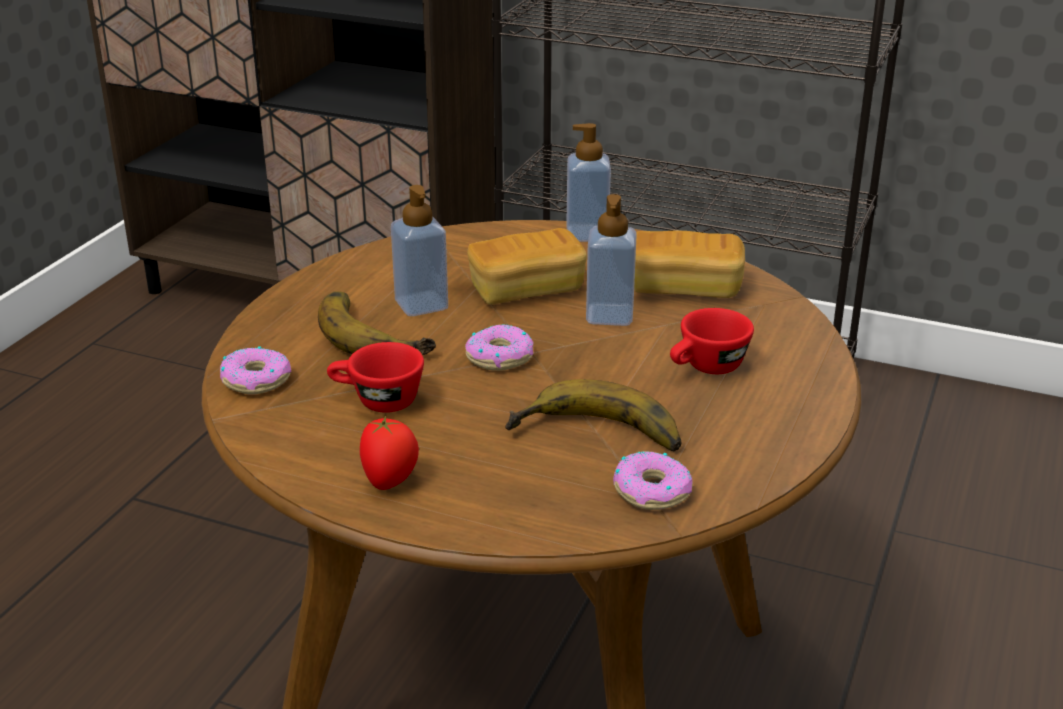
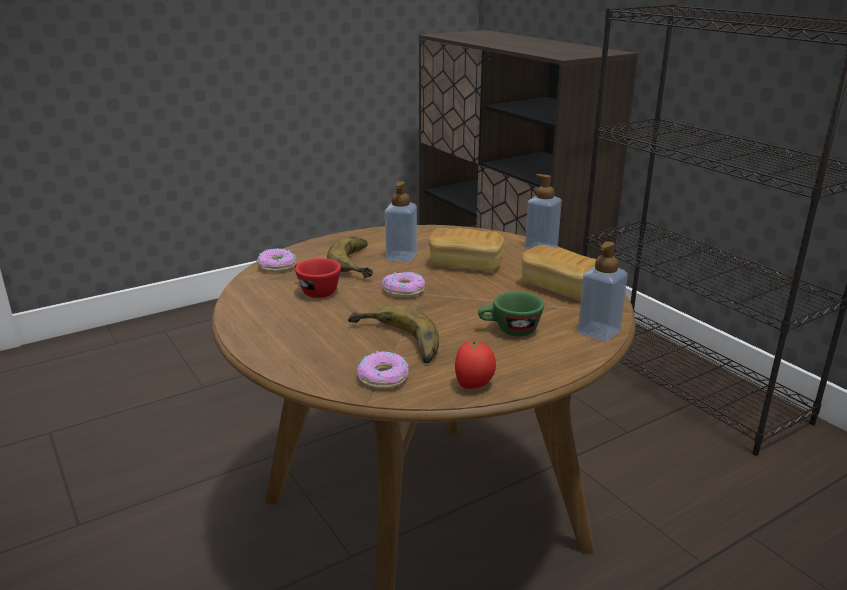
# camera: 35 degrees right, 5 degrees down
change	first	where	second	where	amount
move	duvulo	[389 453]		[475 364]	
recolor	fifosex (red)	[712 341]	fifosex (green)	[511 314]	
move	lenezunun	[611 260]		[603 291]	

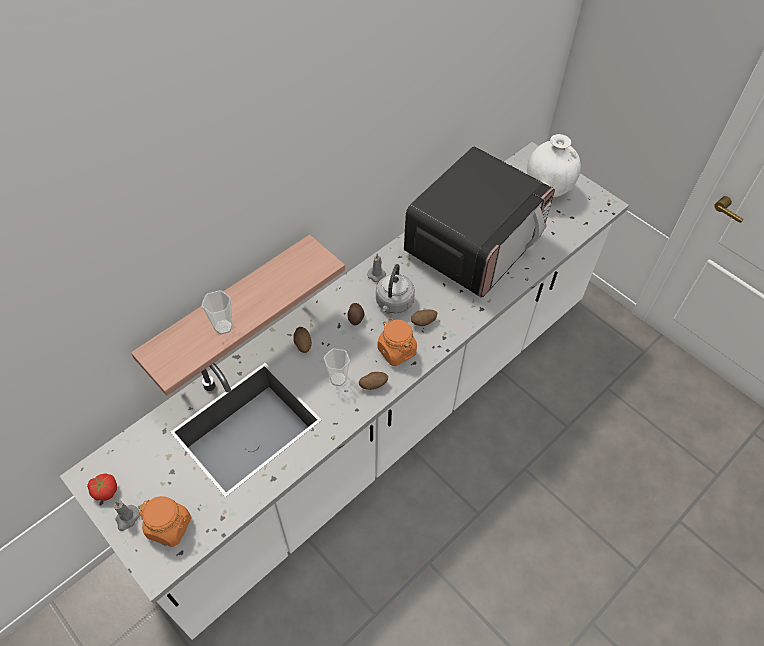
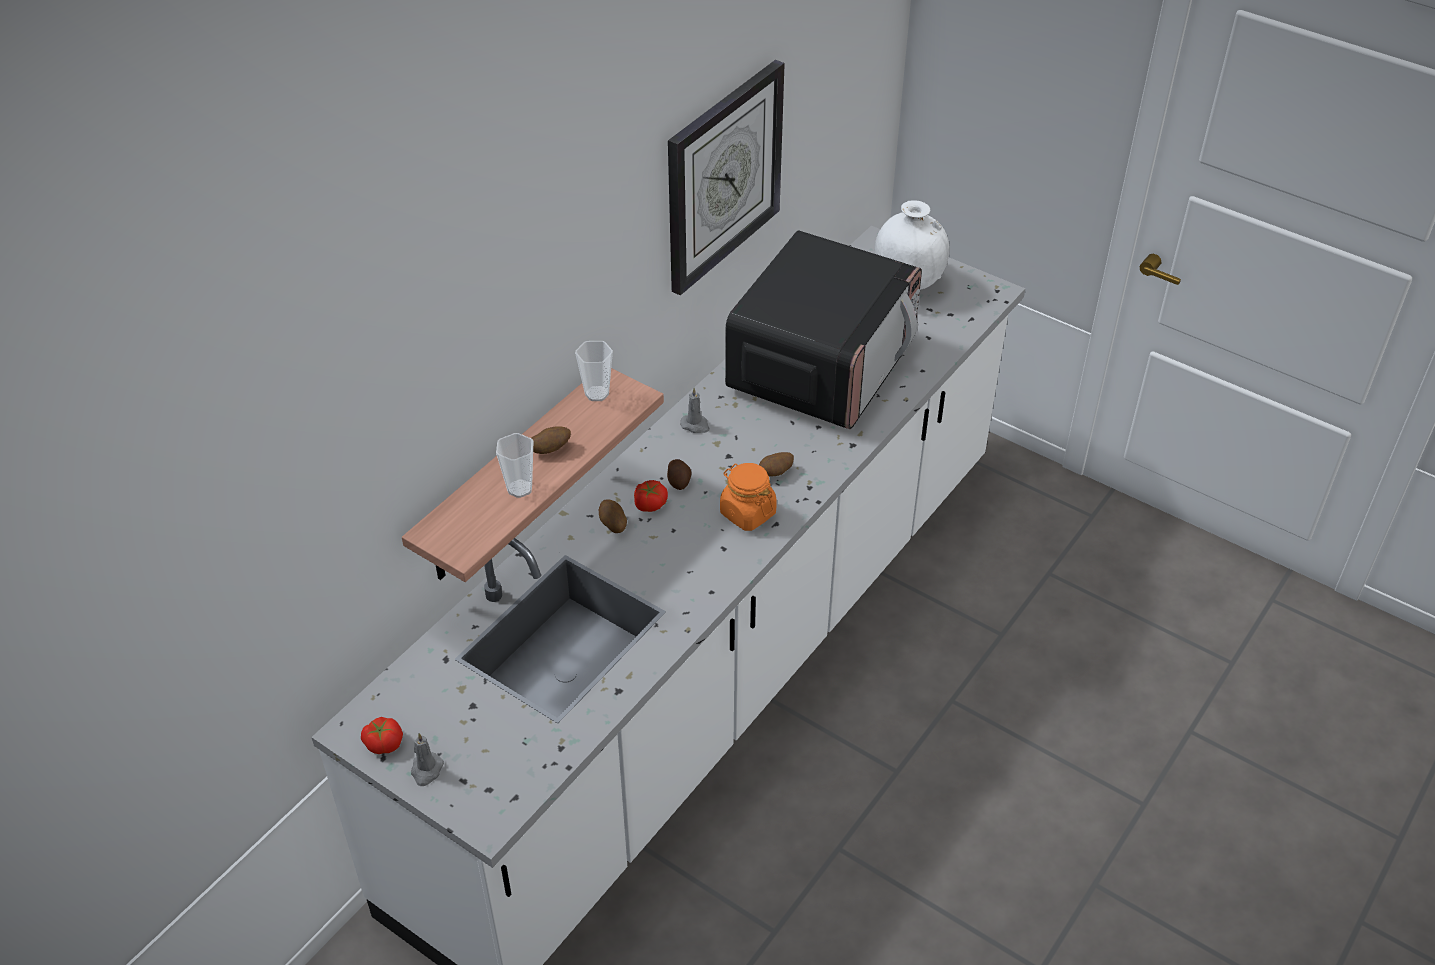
# camera: 10 degrees left, 10 degrees down
change	first	where	second	where	amount
move	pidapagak	[373 381]		[551 440]	
move	fifosex	[337 367]		[594 371]	
insert			duvulo	[651 496]	
insert			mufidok	[726 177]	
delete	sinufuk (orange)	[165 521]			
delete	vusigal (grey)	[395 288]			

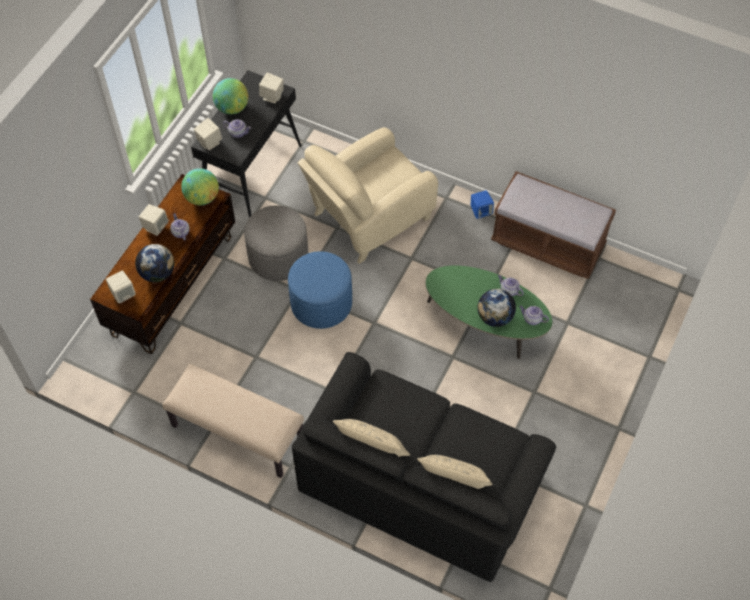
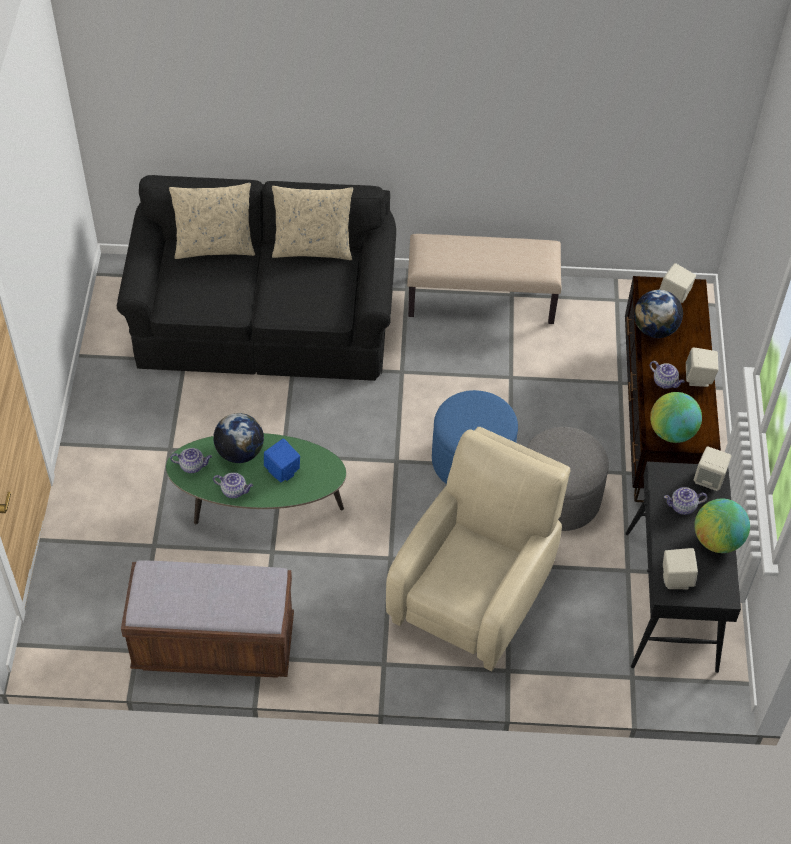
# camera: 155 degrees right, 5 degrees down
change	first	where	second	where	amount
move	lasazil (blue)	[482 204]		[282 460]	

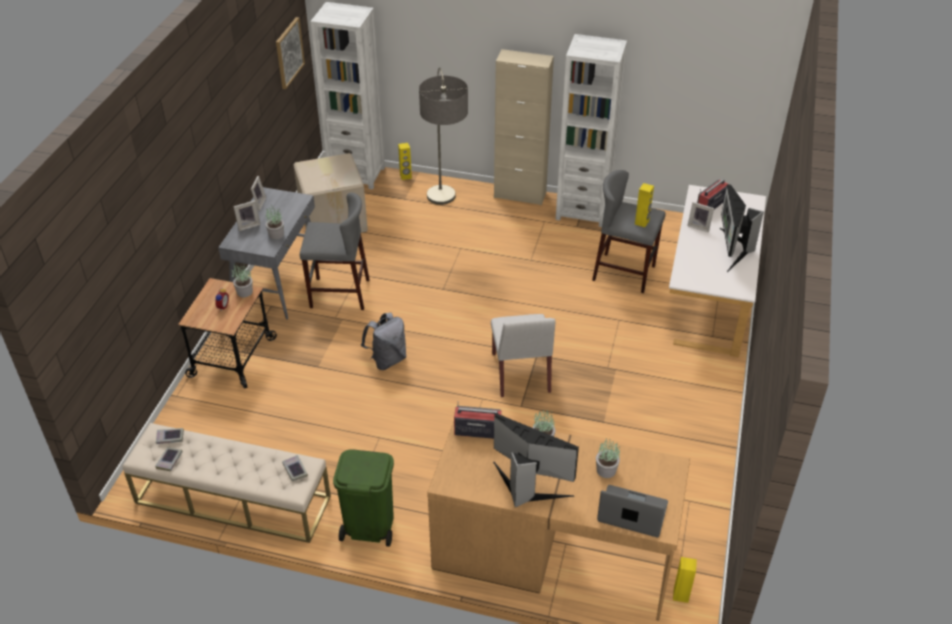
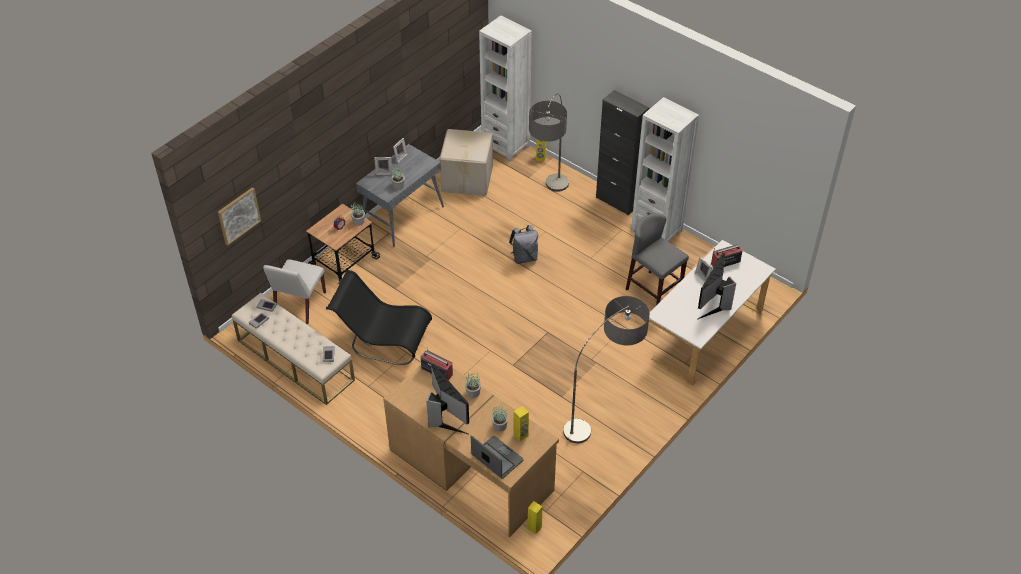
# camera: 25 degrees right, 5 degrees up
change	first	where	second	where	amount
move	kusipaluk	[290 53]		[239 216]	
move	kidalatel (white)	[523 355]		[294 291]	
insert			kidalatel (black)	[379 317]	
move	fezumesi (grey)	[384 341]		[523 244]	
move	lasazil (yellow)	[644 205]		[521 423]	
insert			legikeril	[606 369]	
recolor	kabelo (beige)	[524 127]	kabelo (black)	[622 152]	
delete	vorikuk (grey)	[335 251]			
delete	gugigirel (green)	[363 498]			

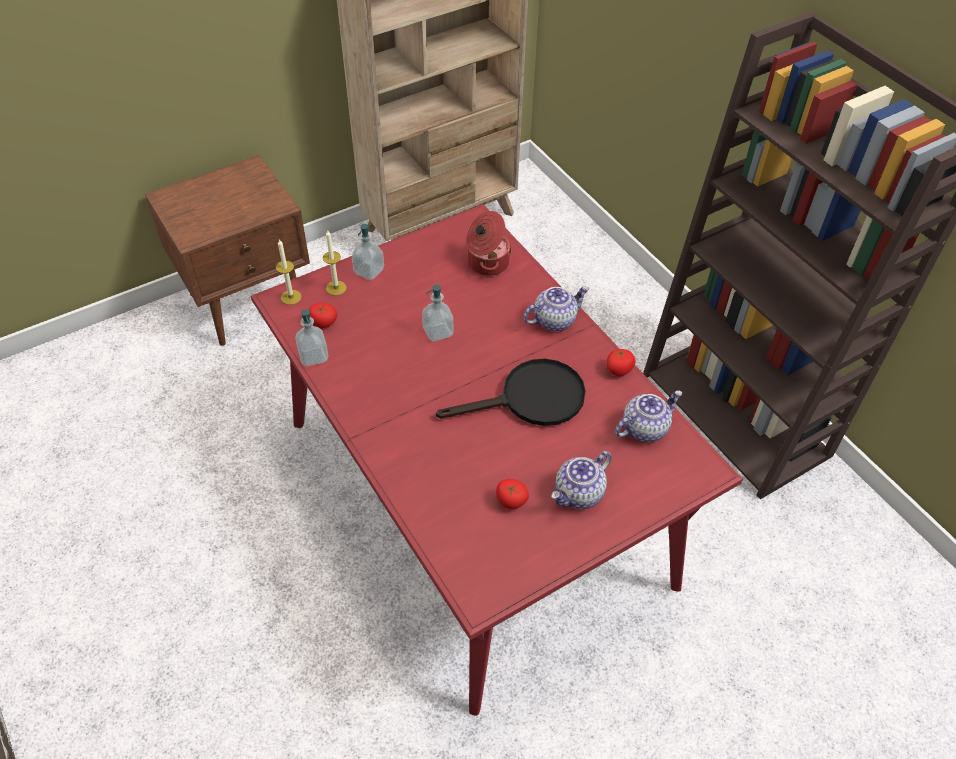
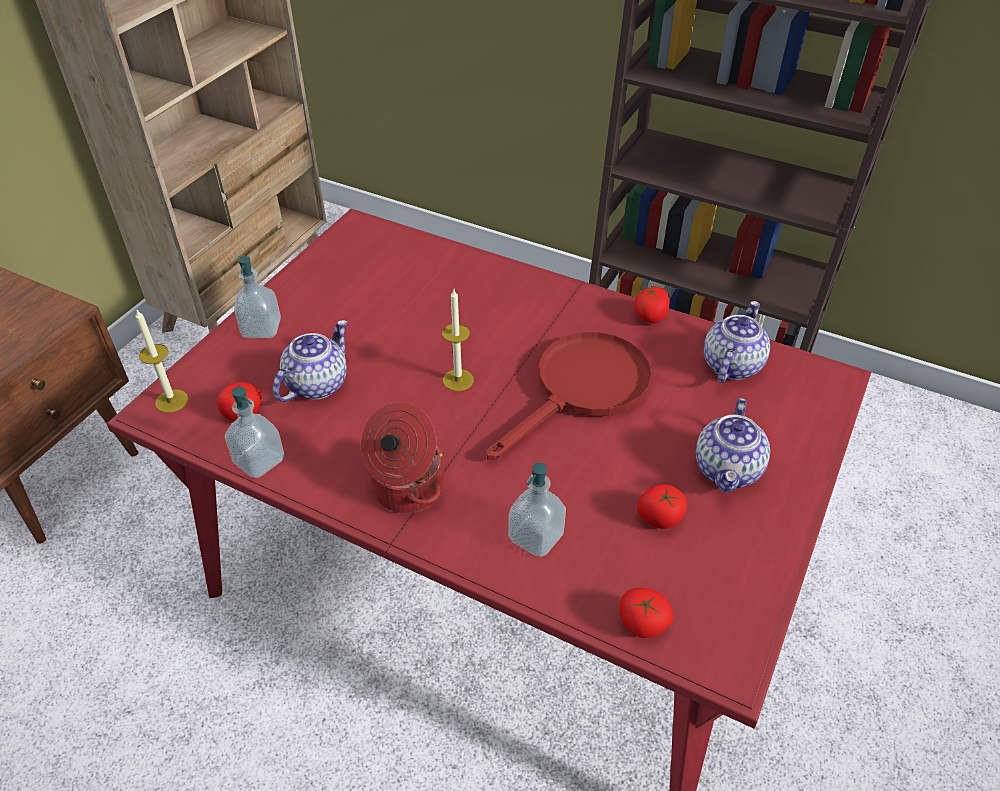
# camera: 30 degrees left, 5 degrees down
change	first	where	second	where	amount
move	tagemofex	[556 308]		[310 361]	
move	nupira	[489 243]		[403 457]	
move	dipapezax	[335 263]		[458 340]	
recolor	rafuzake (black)	[511 392]	rafuzake (red)	[569 396]	
move	lenezunun	[437 313]		[537 510]	
insert			duvulo	[646 613]	

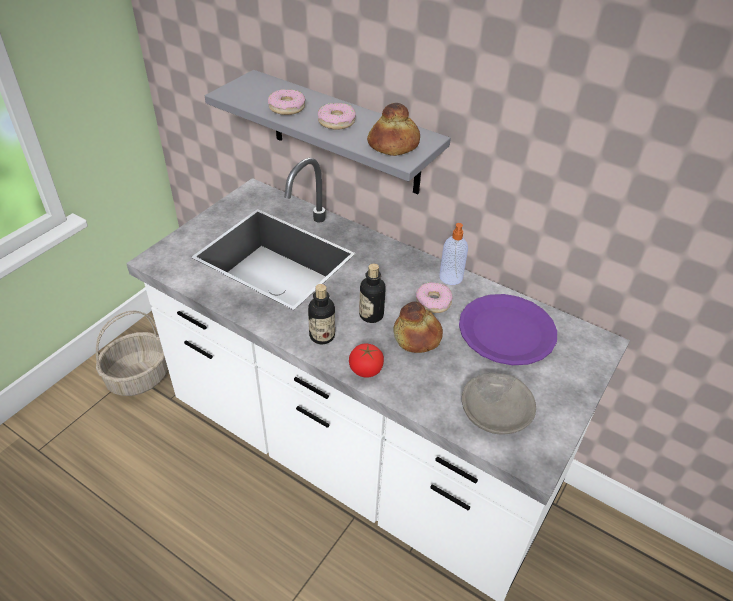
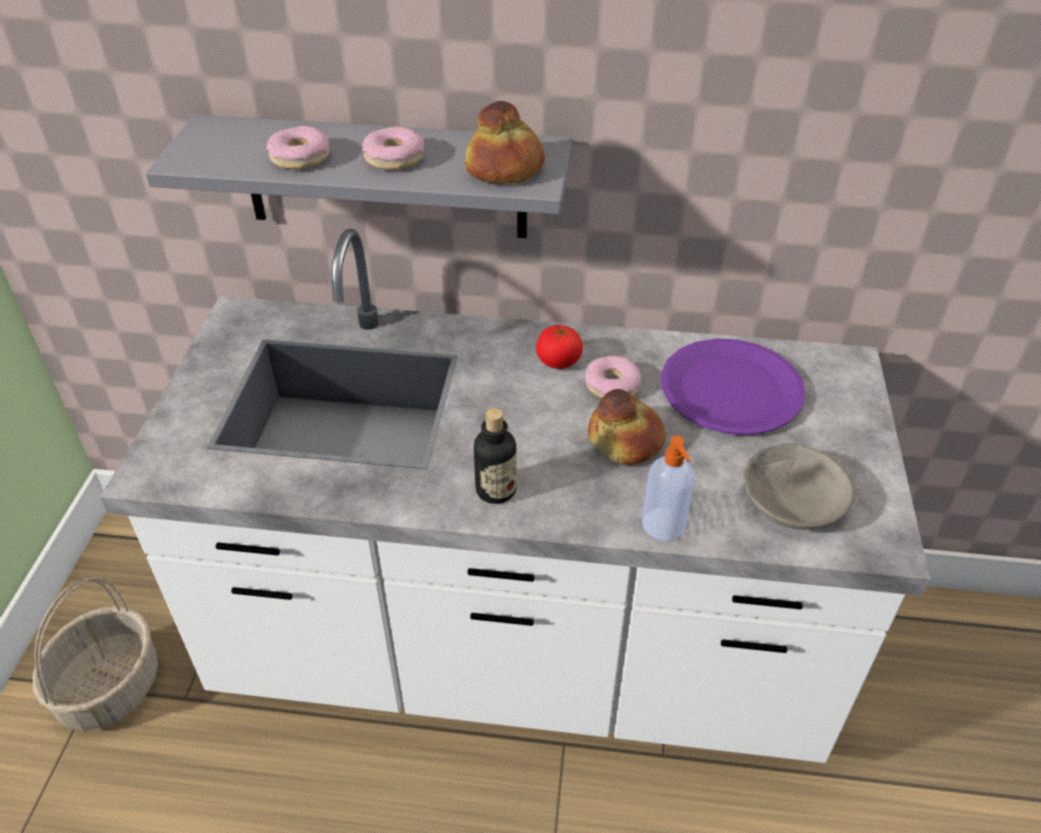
# camera: 25 degrees left, 0 degrees up
change	first	where	second	where	amount
move	duvulo	[366 361]		[559 347]	
move	lenezunun	[453 254]		[668 488]	
delete	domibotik	[372 293]			

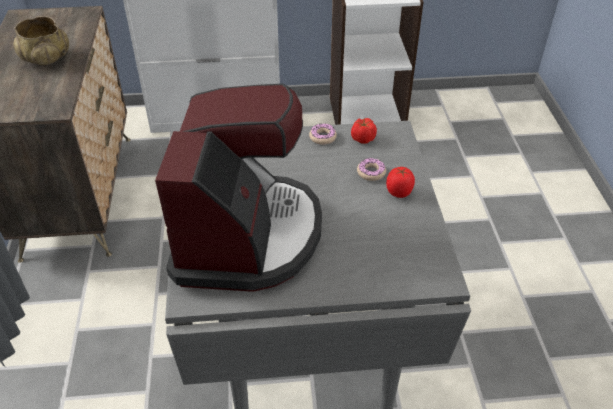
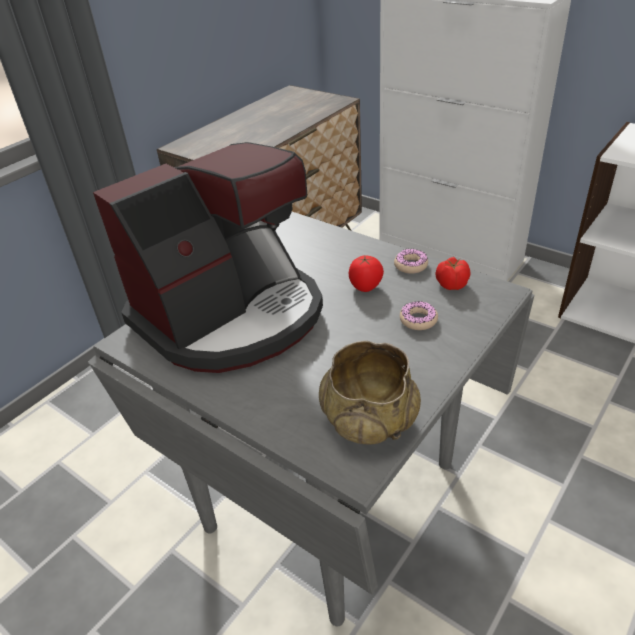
# camera: 45 degrees right, 5 degrees down
change	first	where	second	where	amount
move	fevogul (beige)	[41 40]		[370 392]	
move	duvulo	[400 182]		[366 273]	

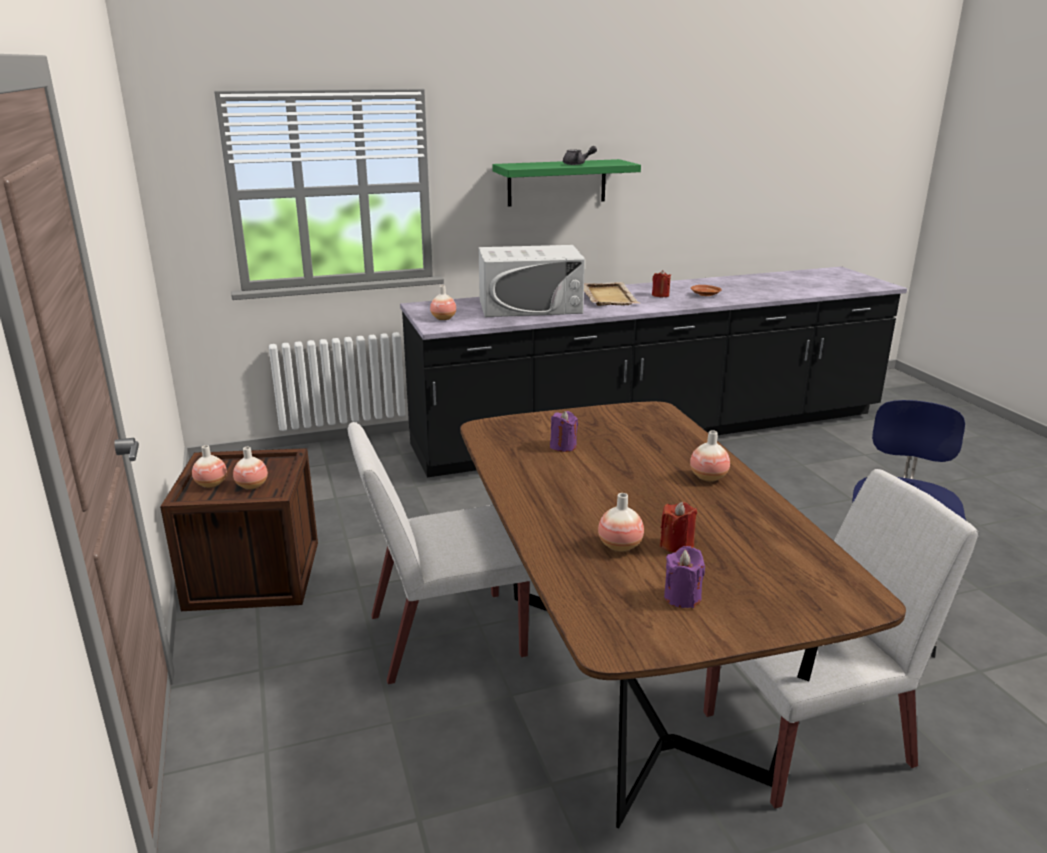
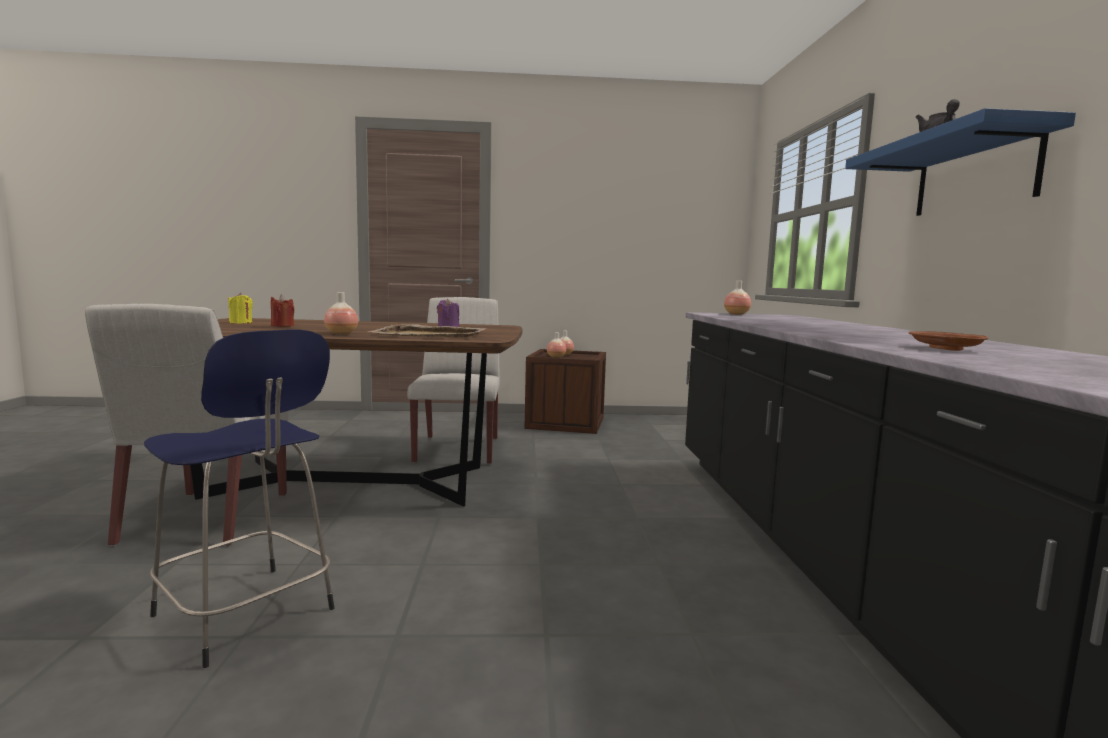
# camera: 105 degrees right, 15 degrees down
change	first	where	second	where	amount
recolor	dipapezax (purple)	[684 577]	dipapezax (yellow)	[240 308]	
move	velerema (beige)	[611 294]		[428 330]	
recolor	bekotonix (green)	[566 183]	bekotonix (blue)	[960 162]	
delete	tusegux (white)	[531 281]			
delete	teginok	[621 522]			
delete	dipapezax (red)	[661 283]			

